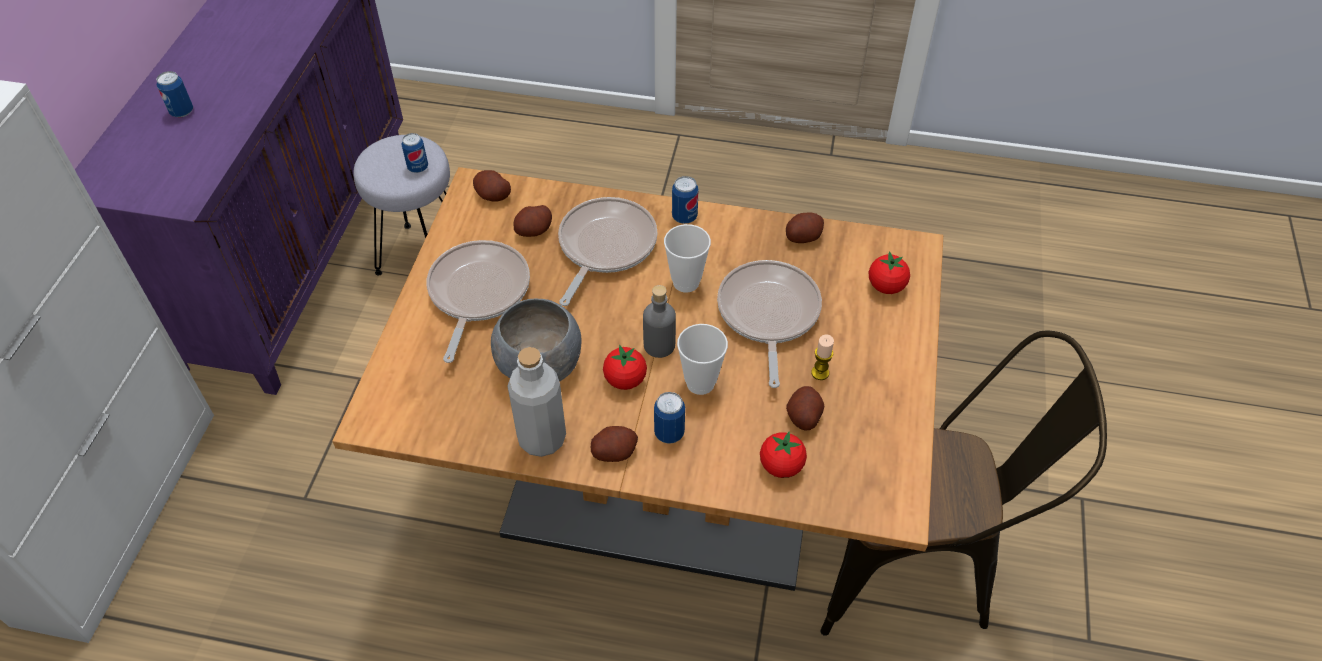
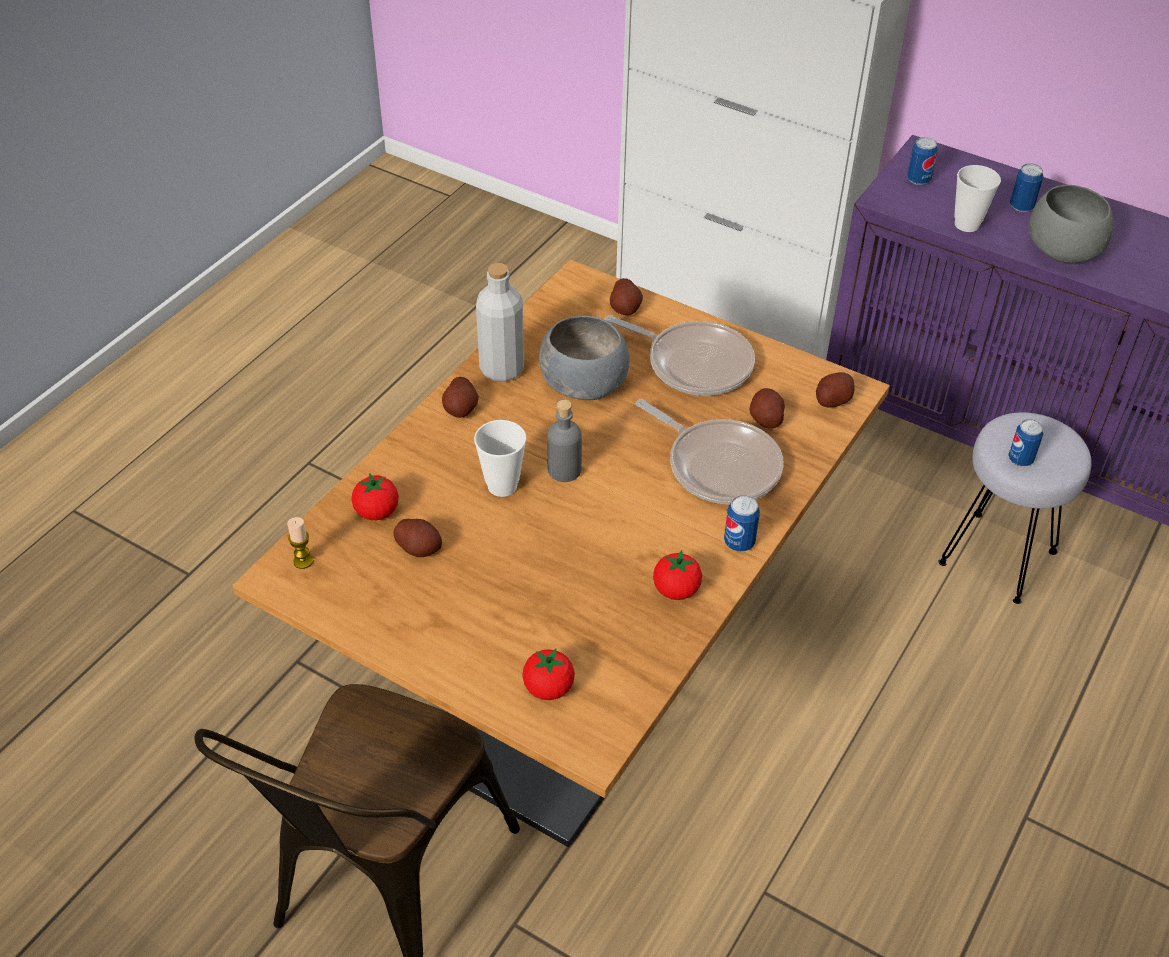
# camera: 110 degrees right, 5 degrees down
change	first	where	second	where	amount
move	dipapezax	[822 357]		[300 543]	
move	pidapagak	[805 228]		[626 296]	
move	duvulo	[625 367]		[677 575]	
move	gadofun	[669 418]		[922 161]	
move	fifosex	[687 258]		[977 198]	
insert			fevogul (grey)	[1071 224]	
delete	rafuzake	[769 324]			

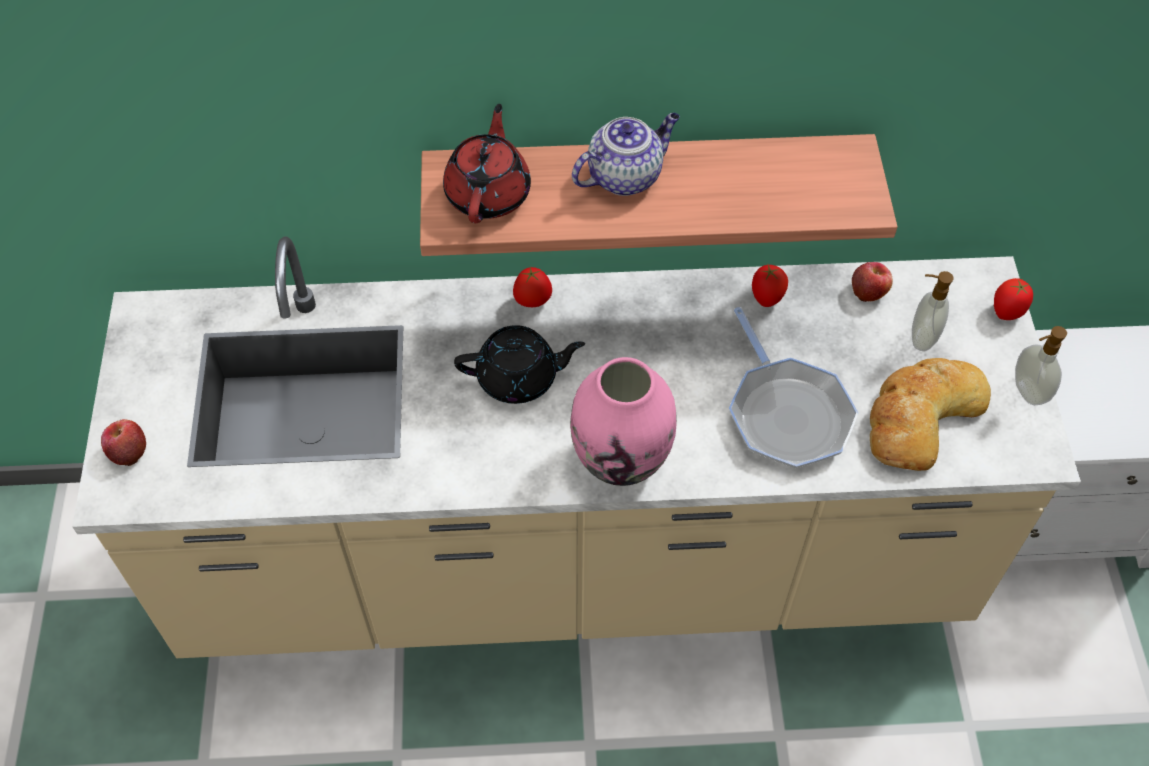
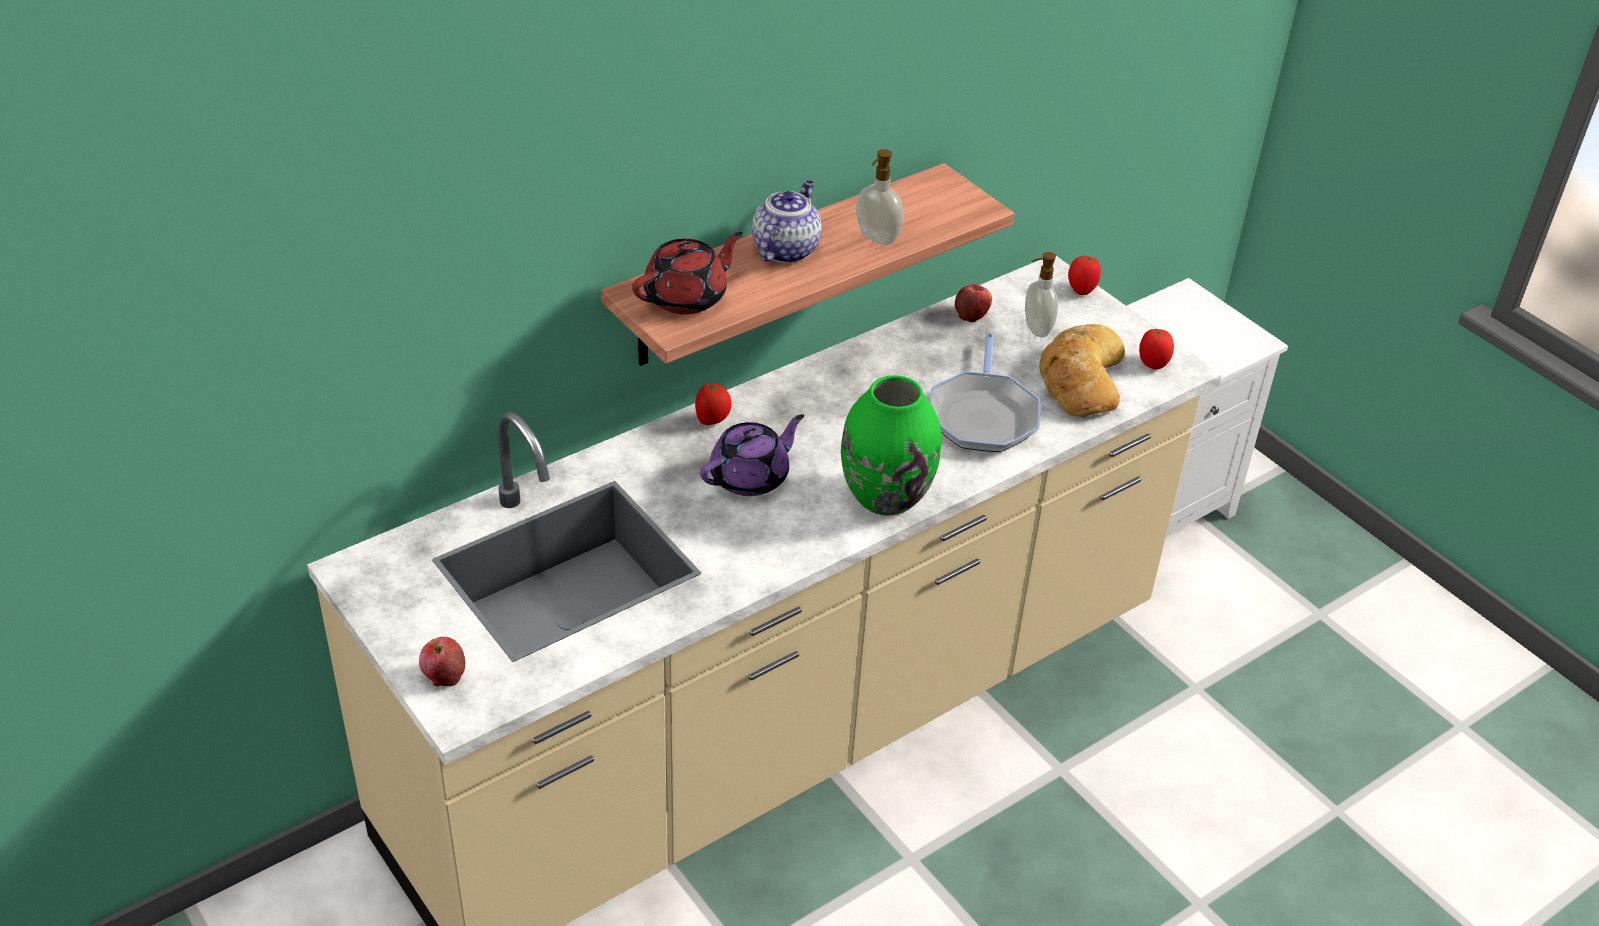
# camera: 35 degrees left, 15 degrees down
change	first	where	second	where	amount
rotate	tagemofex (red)	[487 163]		[687 273]	75 degrees clockwise
recolor	tagemofex (black)	[519 364]	tagemofex (purple)	[752 455]	
recolor	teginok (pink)	[623 421]	teginok (green)	[891 445]	
move	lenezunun	[1041 365]		[880 197]	
rotate	rafuzake	[793 387]		[984 392]	60 degrees clockwise
move	duvulo	[770 286]		[1156 349]	

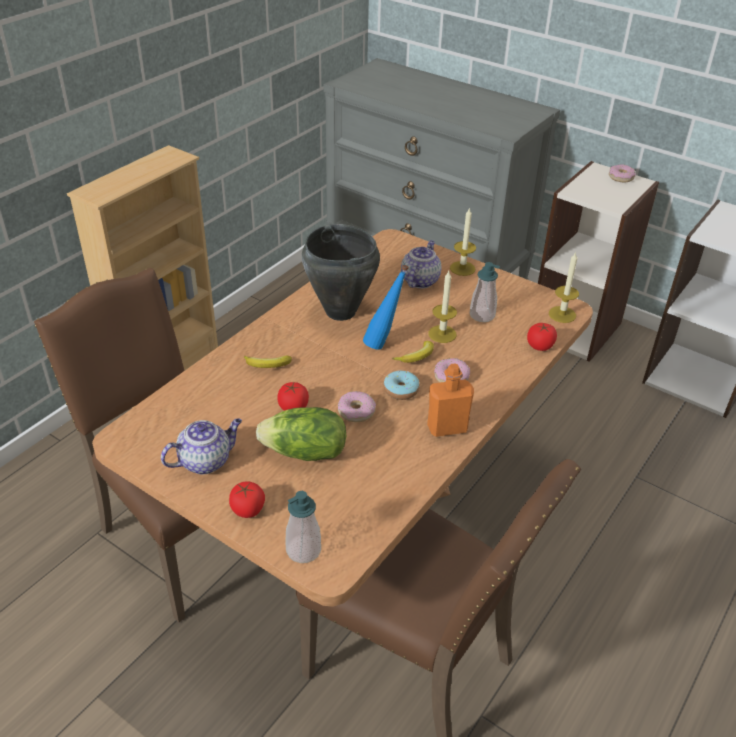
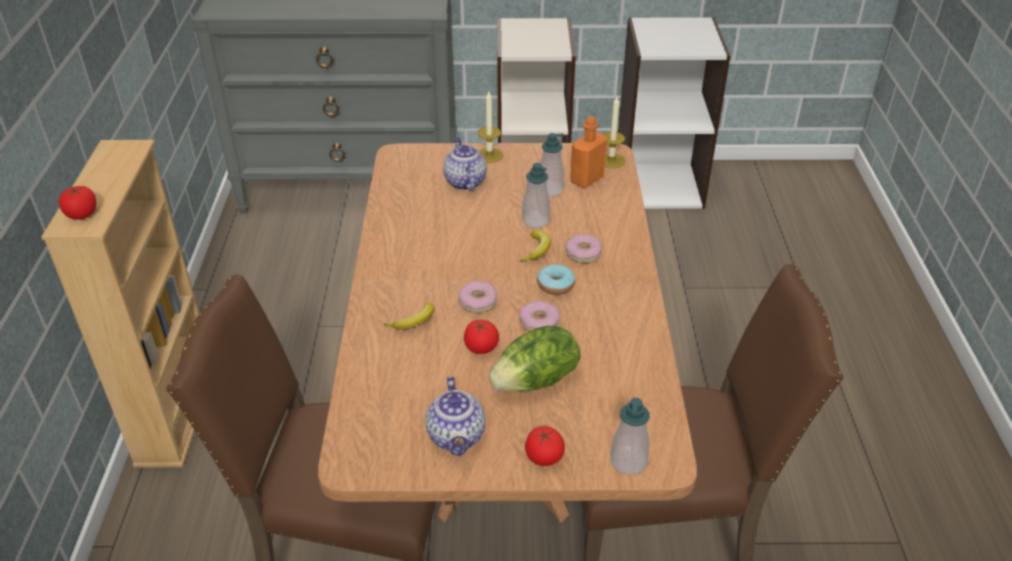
# camera: 35 degrees left, 0 degrees up
change	first	where	second	where	amount
move	duvulo	[542 337]		[77 203]	
rotate	tagemofex	[201 446]		[455 416]	150 degrees clockwise
move	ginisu	[622 173]		[478 297]	
replace	dipapezax	[442 307]	lenezunun	[536 195]	
move	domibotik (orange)	[450 400]		[588 152]	
delete	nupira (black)	[341 272]			
delete	domibotik (blue)	[386 307]			

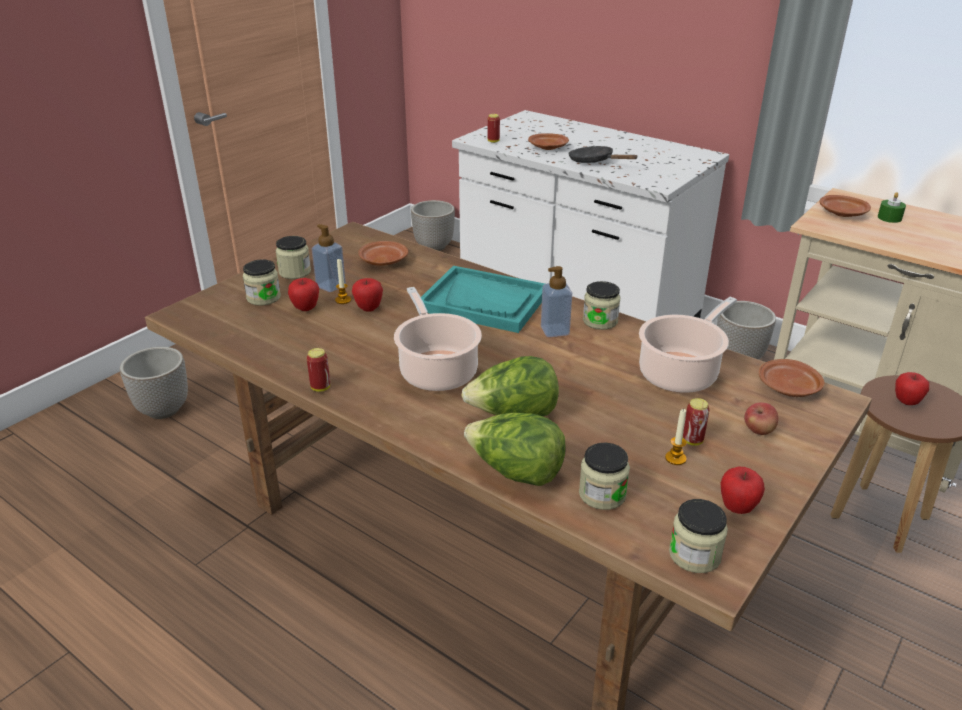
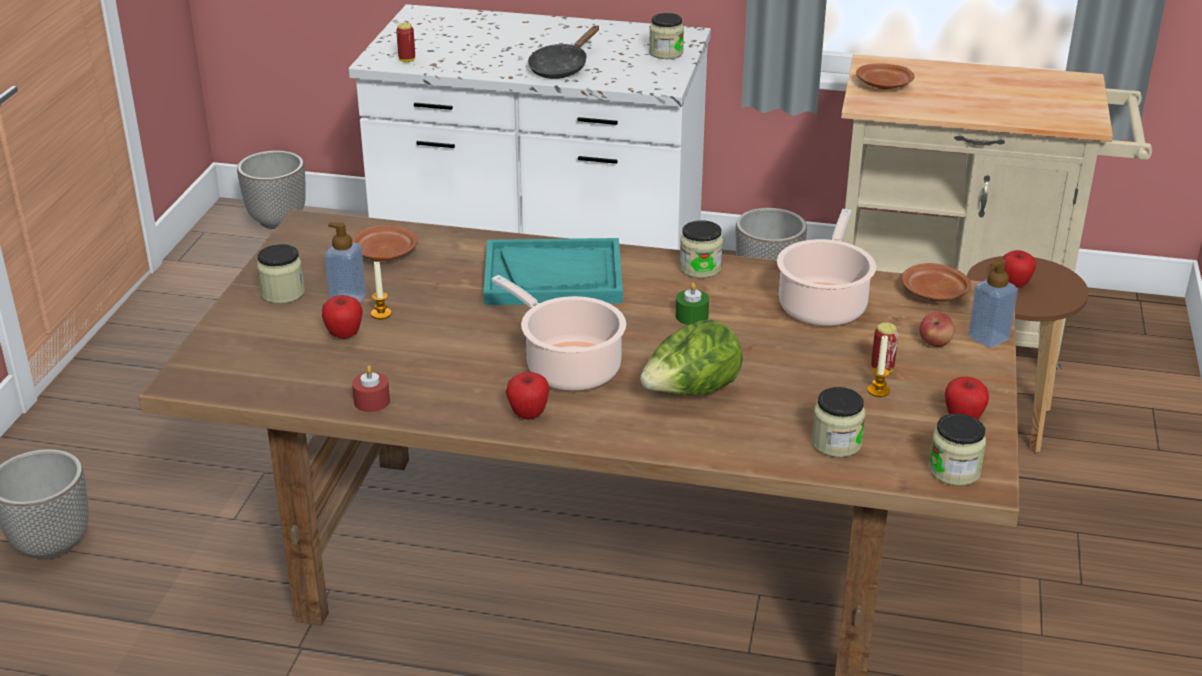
# camera: 25 degrees left, 0 degrees up
change	first	where	second	where	amount
insert			dipapezax (red)	[371 389]	
move	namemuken	[367 295]		[528 395]	
rotate	rafuzake (black)	[603 154]		[563 52]	75 degrees counterclockwise
move	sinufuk	[262 282]		[666 36]	
move	dipapezax (green)	[892 207]		[692 303]	
move	lenezunun	[556 301]		[993 303]	
delete	gadofun	[318 370]			
delete	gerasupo	[515 449]			
delete	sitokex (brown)	[548 141]			

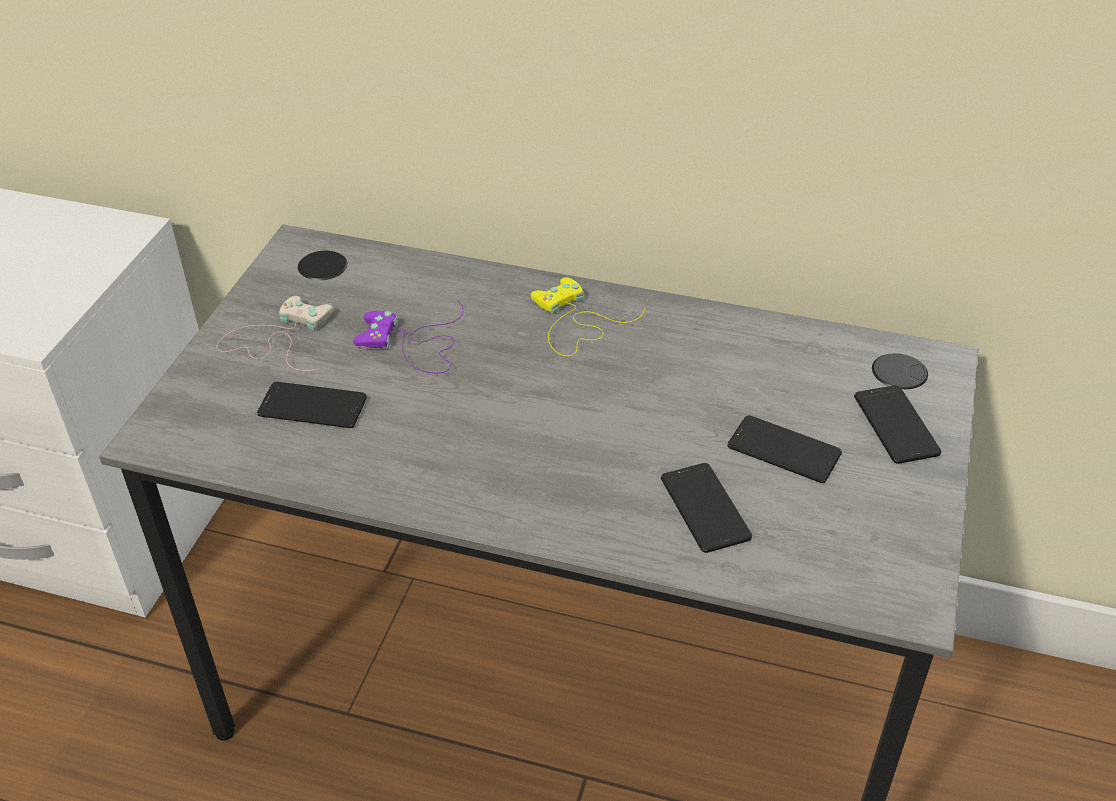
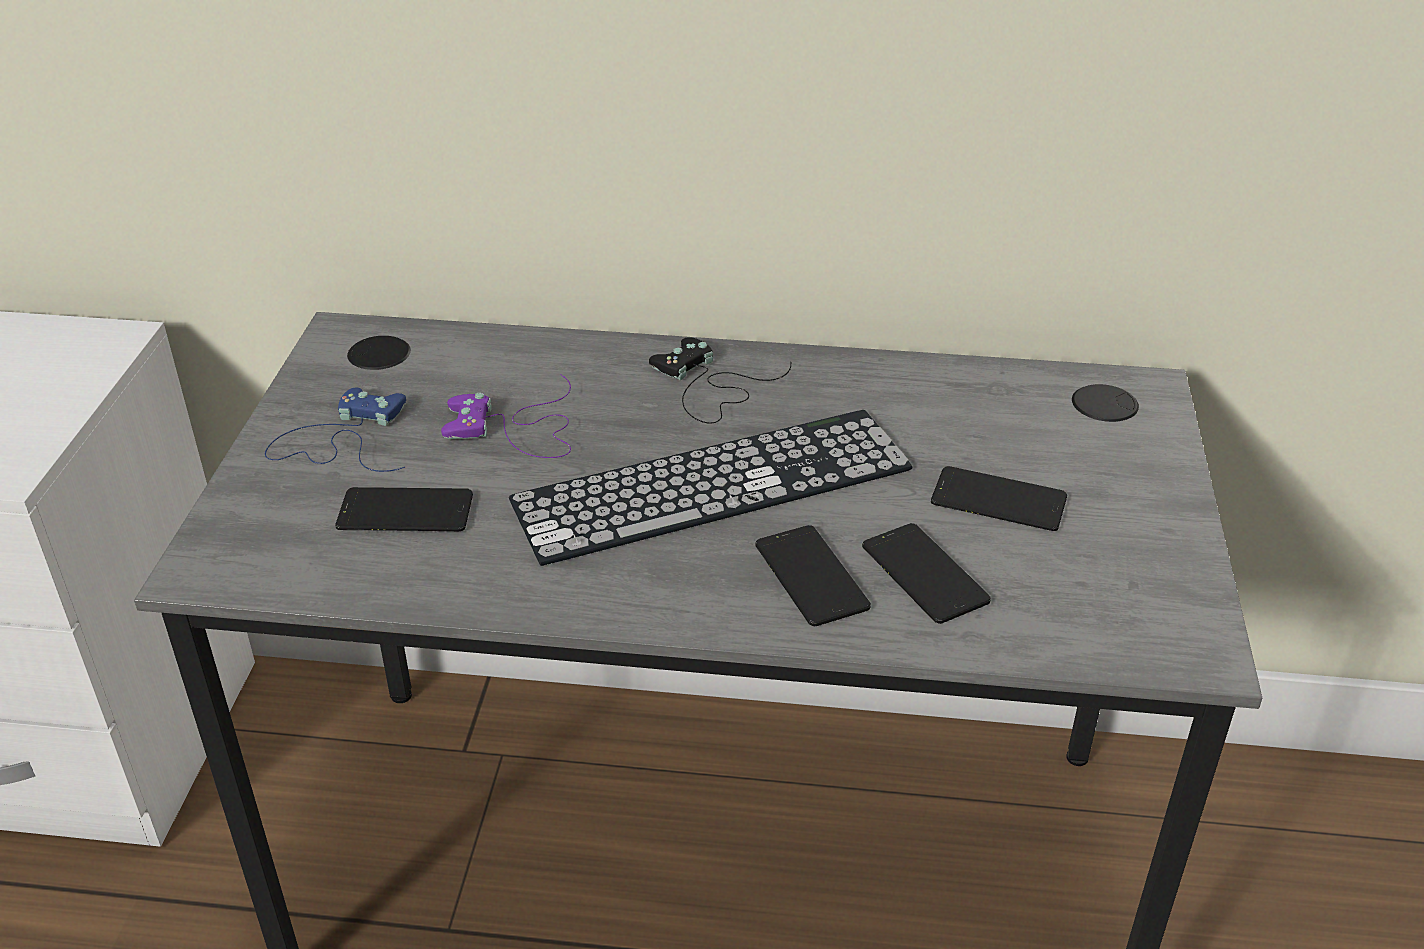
# camera: 10 degrees left, 5 degrees down
change	first	where	second	where	amount
recolor	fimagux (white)	[274 333]	fimagux (blue)	[335 430]	
insert			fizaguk	[711 488]	
recolor	fimagux (yellow)	[588 316]	fimagux (black)	[720 380]	
move	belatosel	[898 424]		[813 575]	

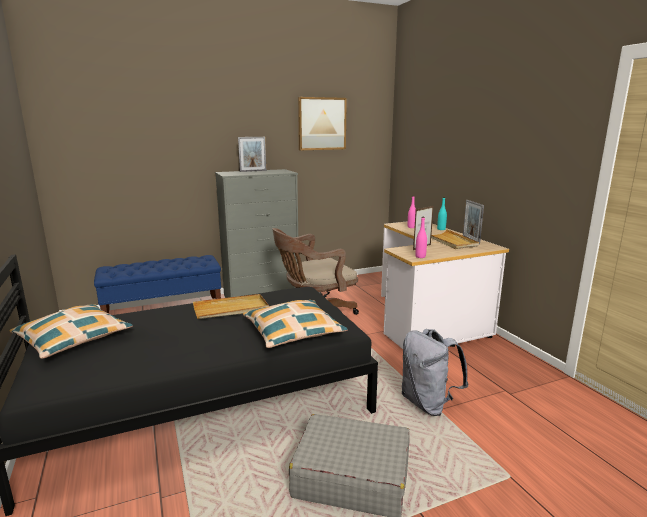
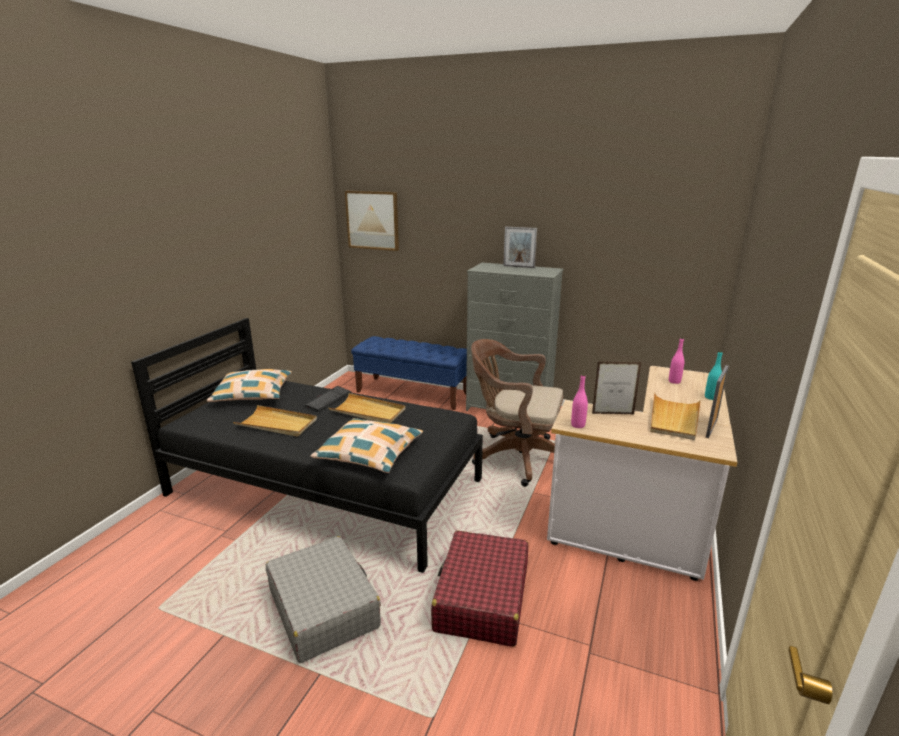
# camera: 45 degrees right, 5 degrees up
change	first	where	second	where	amount
insert			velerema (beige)	[275 421]	
insert			fizaguk	[328 398]	
move	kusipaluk	[322 123]		[372 221]	
replace	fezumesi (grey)	[435 372]	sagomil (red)	[479 589]	

